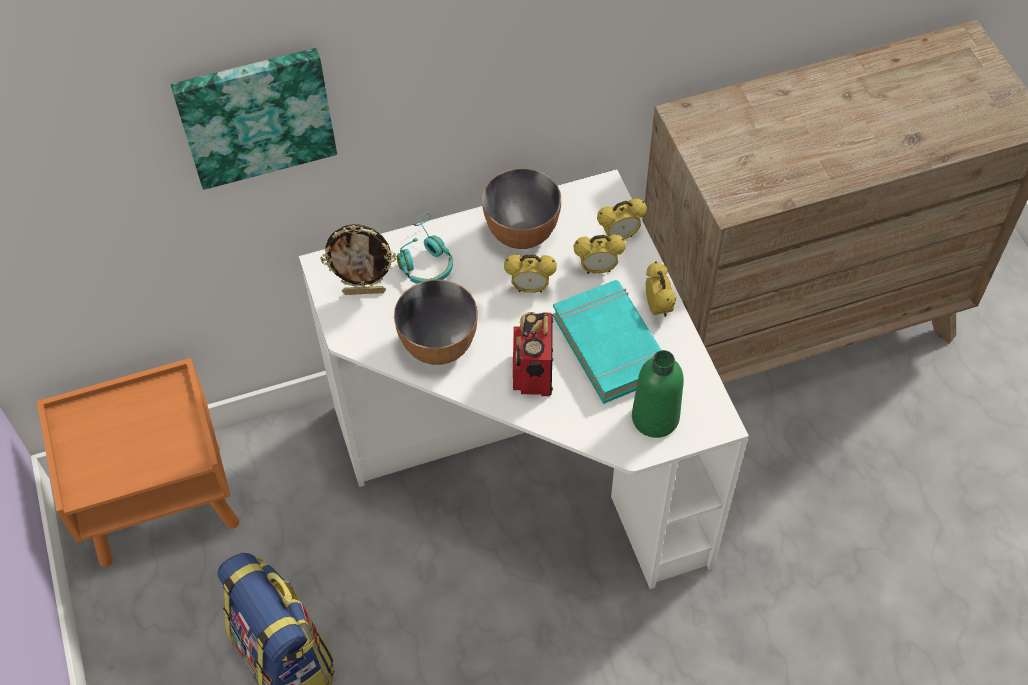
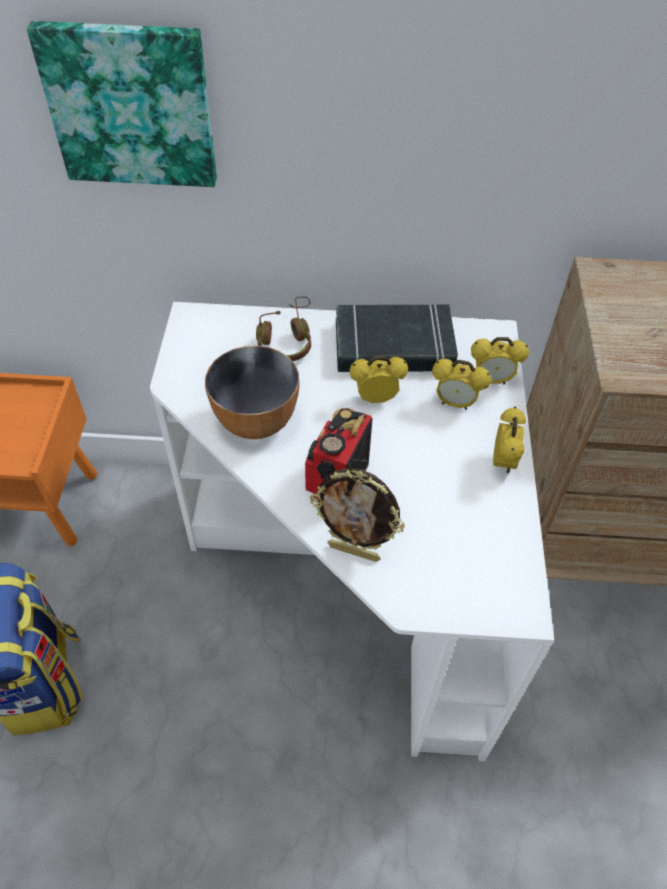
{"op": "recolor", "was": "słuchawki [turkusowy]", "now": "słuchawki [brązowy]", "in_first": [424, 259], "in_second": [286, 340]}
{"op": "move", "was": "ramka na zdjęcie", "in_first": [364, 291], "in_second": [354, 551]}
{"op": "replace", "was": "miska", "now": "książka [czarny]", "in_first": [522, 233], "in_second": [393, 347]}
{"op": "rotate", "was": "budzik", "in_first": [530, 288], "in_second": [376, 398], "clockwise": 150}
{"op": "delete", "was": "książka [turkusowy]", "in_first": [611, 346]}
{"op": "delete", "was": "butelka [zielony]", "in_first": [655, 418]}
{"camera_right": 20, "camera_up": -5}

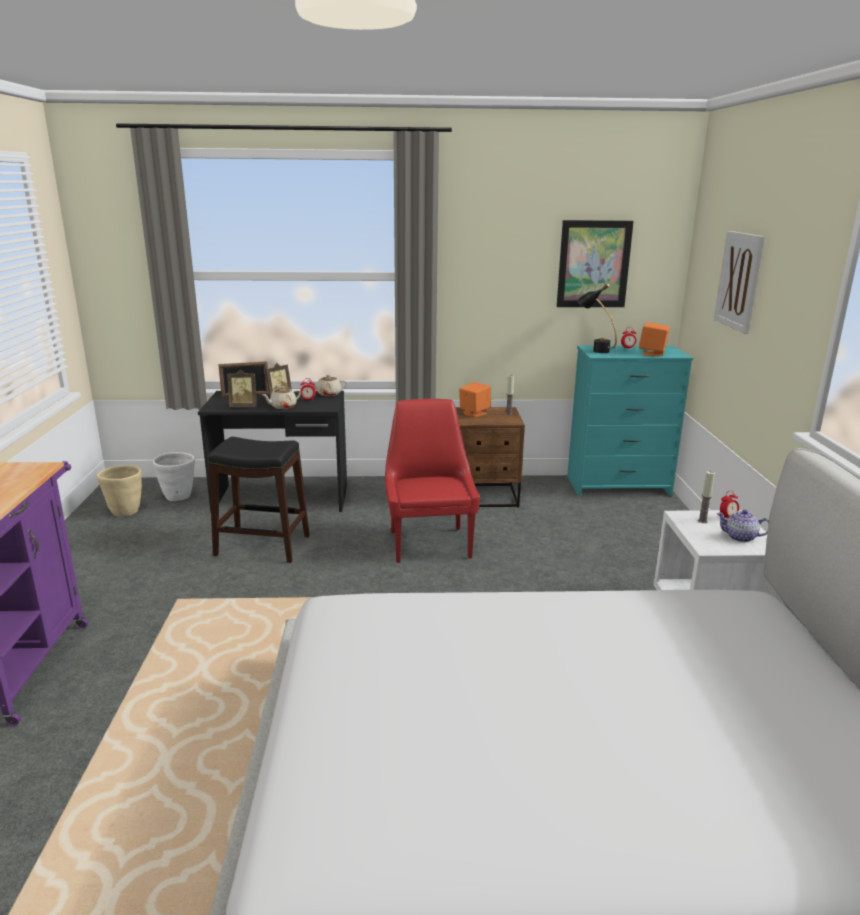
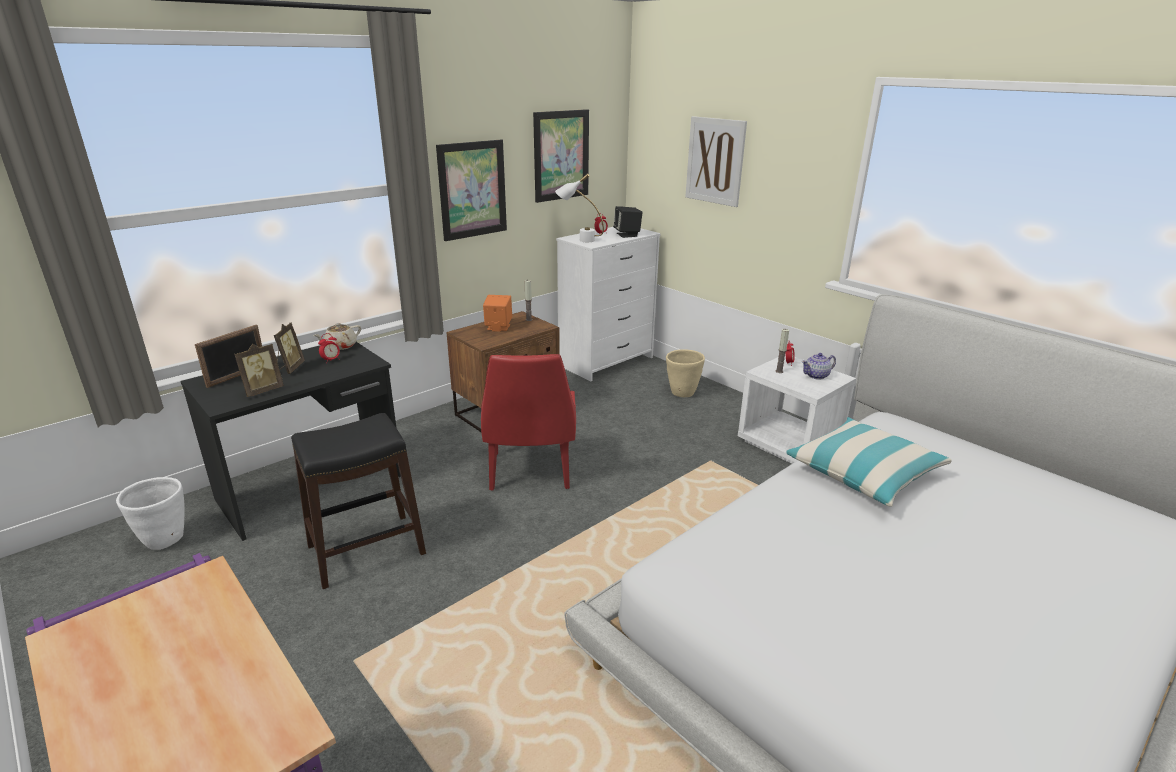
{"op": "insert", "now": "obraz", "in_second": [472, 189]}
{"op": "rotate", "was": "krzesło [czerwony]", "in_first": [429, 543], "in_second": [530, 472], "clockwise": -135}
{"op": "recolor", "was": "lampa stołowa [czarny]", "now": "lampa stołowa [biały]", "in_first": [595, 350], "in_second": [579, 240]}
{"op": "recolor", "was": "komoda [turkusowy]", "now": "komoda [biały]", "in_first": [618, 486], "in_second": [606, 362]}
{"op": "recolor", "was": "głośnik [pomarańczowy]", "now": "głośnik [czarny]", "in_first": [652, 353], "in_second": [627, 235]}
{"op": "move", "was": "donica [beżowy]", "in_first": [125, 512], "in_second": [682, 393]}
{"op": "insert", "now": "poduszka", "in_second": [863, 473]}
{"op": "delete", "was": "imbryk [beżowy]", "in_first": [282, 406]}
{"camera_right": -40, "camera_up": 5}

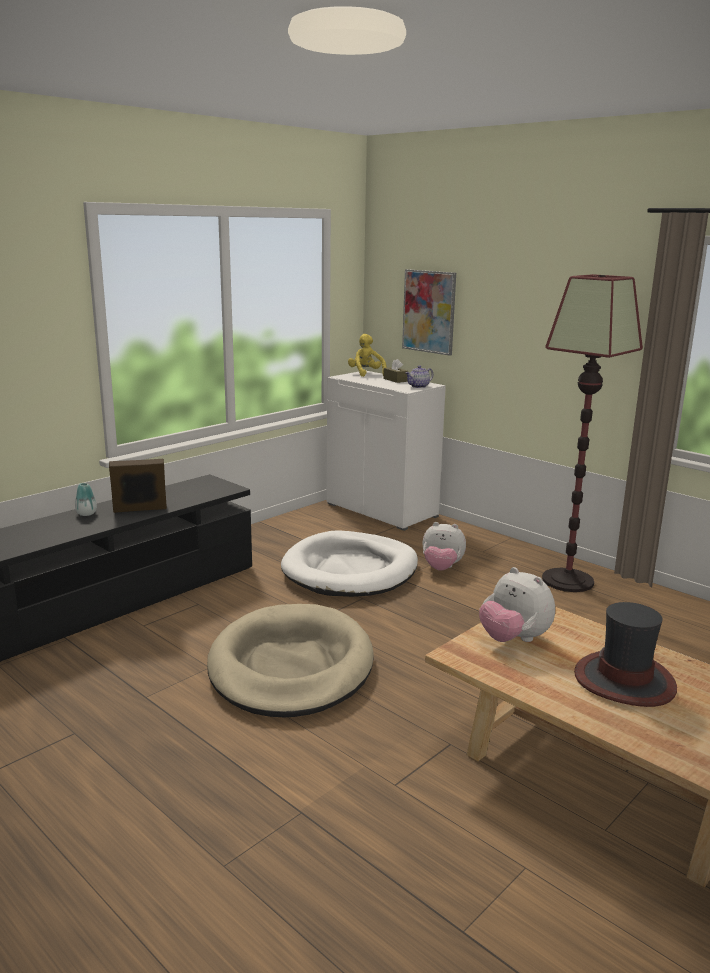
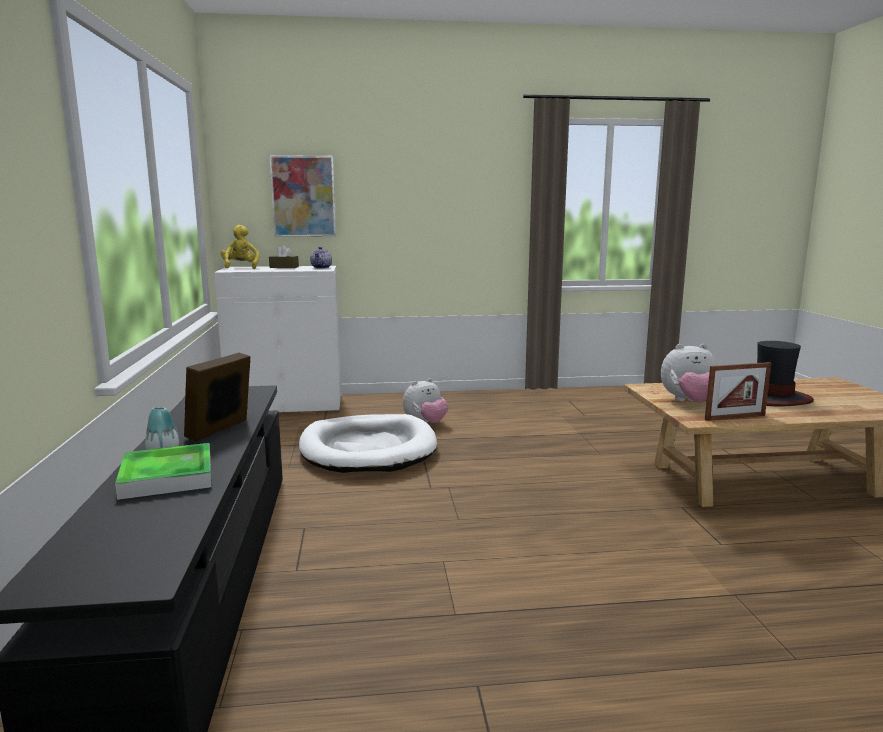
{"op": "insert", "now": "taca", "in_second": [167, 476]}
{"op": "rotate", "was": "pluszak [żółty]", "in_first": [366, 374], "in_second": [241, 267], "clockwise": 60}
{"op": "insert", "now": "ramka na zdjęcie", "in_second": [735, 417]}
{"op": "delete", "was": "legowisko [beżowy]", "in_first": [291, 666]}
{"op": "delete", "was": "lampa stojąca", "in_first": [568, 580]}
{"camera_right": -50, "camera_up": -5}

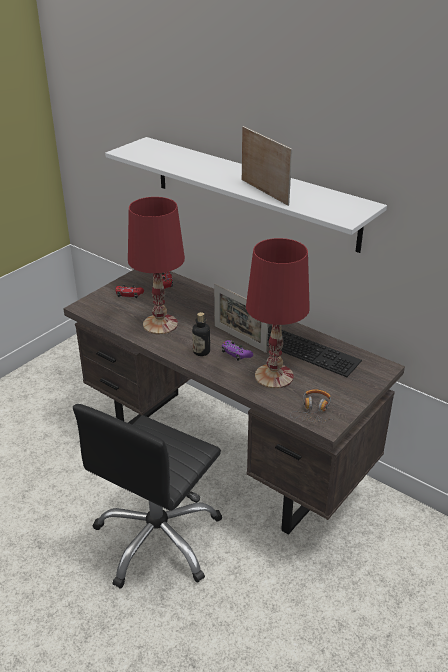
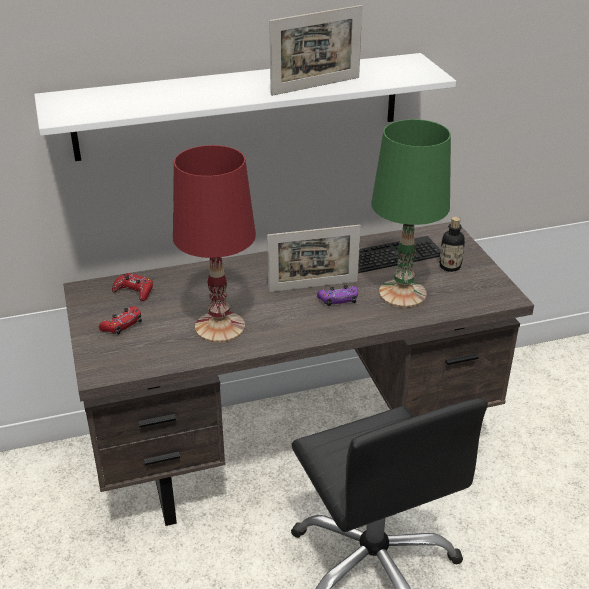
{"op": "rotate", "was": "ramka na zdjęcie", "in_first": [264, 192], "in_second": [315, 86], "clockwise": 150}
{"op": "recolor", "was": "lampa stołowa [czerwony]", "now": "lampa stołowa [zielony]", "in_first": [274, 376], "in_second": [403, 293]}
{"op": "move", "was": "butelka", "in_first": [201, 351], "in_second": [450, 266]}
{"op": "delete", "was": "słuchawki", "in_first": [313, 411]}
{"camera_right": -55, "camera_up": 0}

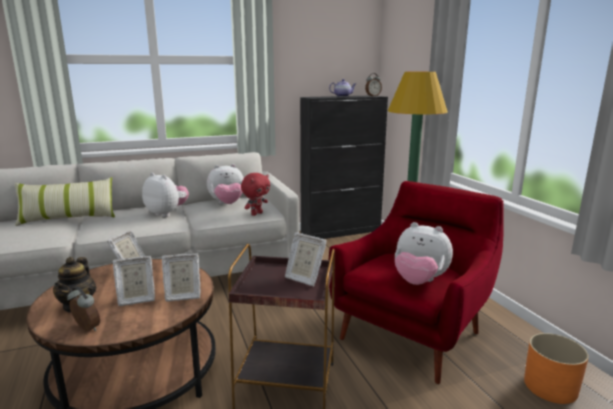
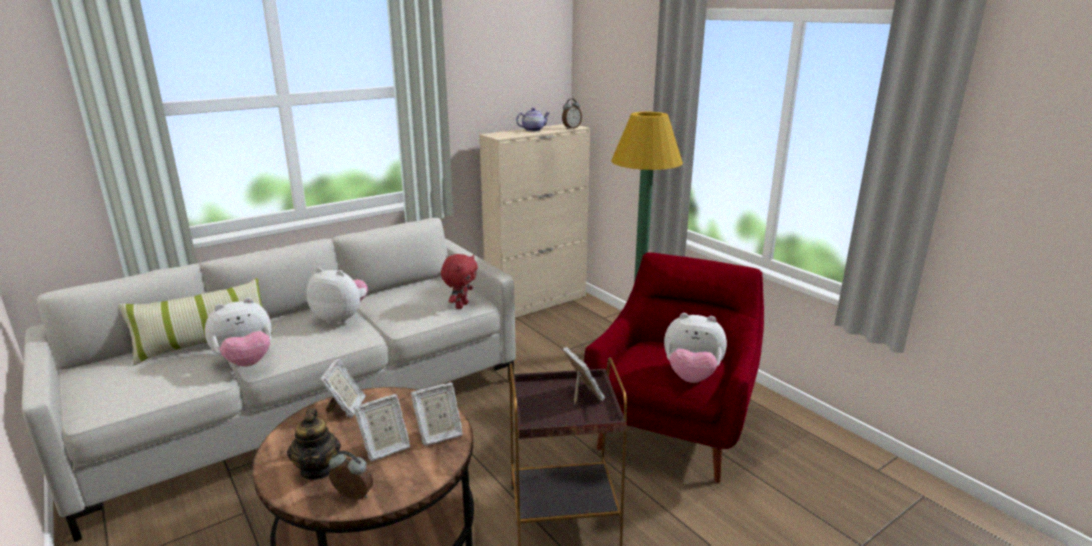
{"op": "move", "was": "pluszak", "in_first": [227, 204], "in_second": [246, 362]}
{"op": "recolor", "was": "szafka [czarny]", "now": "szafka [beżowy]", "in_first": [341, 231], "in_second": [537, 302]}
{"op": "rotate", "was": "ramka na zdjęcie", "in_first": [304, 278], "in_second": [583, 395], "clockwise": -135}
{"op": "delete", "was": "donica [pomarańczowy]", "in_first": [550, 386]}
{"camera_right": -15, "camera_up": 5}

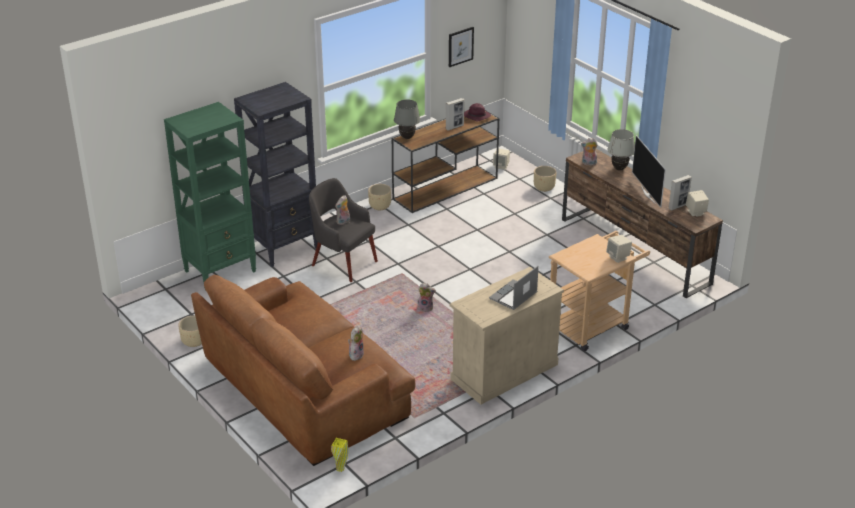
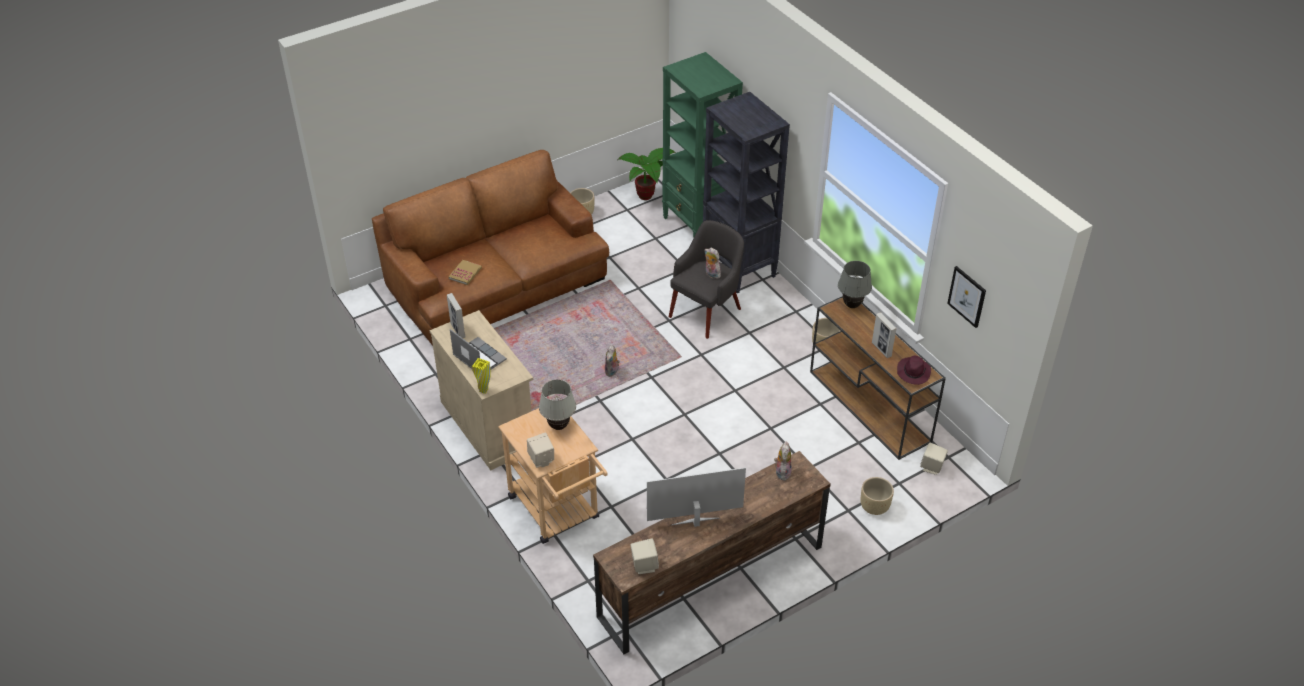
{"op": "move", "was": "ramka na zdjęcie", "in_first": [678, 206], "in_second": [458, 330]}
{"op": "replace", "was": "pluszak", "now": "książka", "in_first": [356, 354], "in_second": [465, 273]}
{"op": "move", "was": "wazon [żółty]", "in_first": [340, 469], "in_second": [483, 390]}
{"op": "move", "was": "lampa stołowa [biały]", "in_first": [619, 168], "in_second": [559, 426]}
{"op": "insert", "now": "roślina doniczkowa", "in_second": [647, 197]}
{"camera_right": 95, "camera_up": 10}

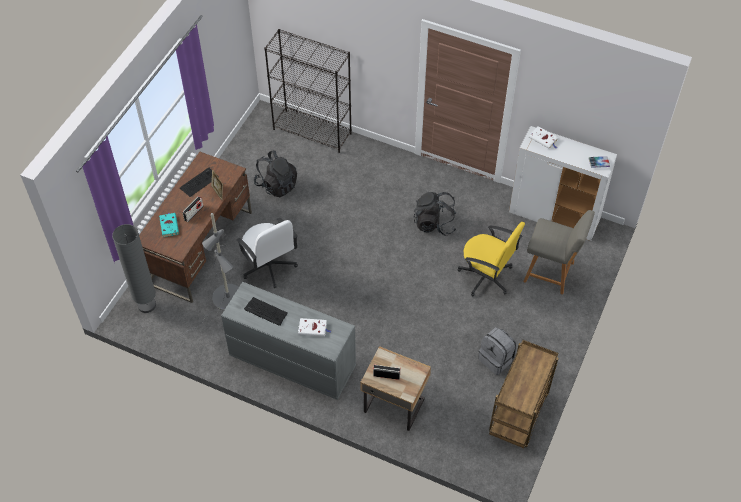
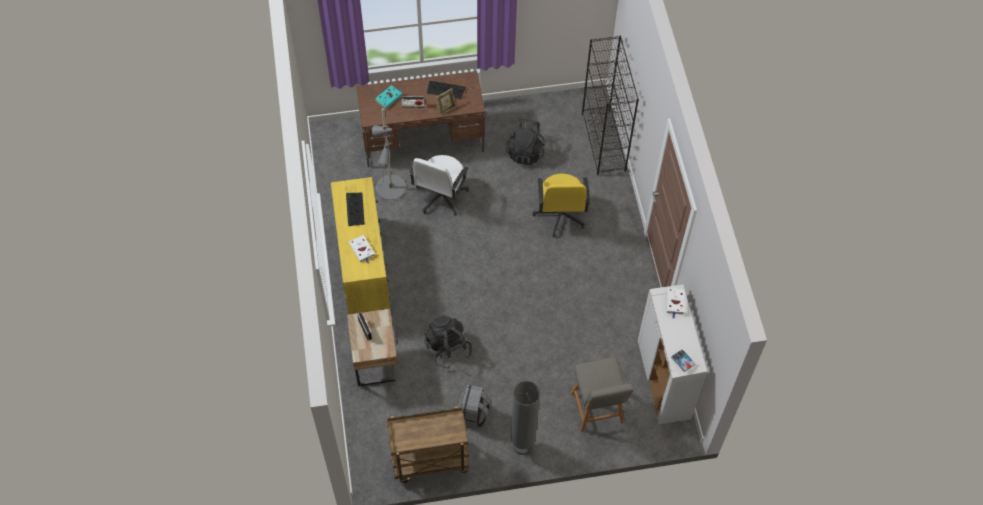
{"op": "recolor", "was": "komoda [szary]", "now": "komoda [żółty]", "in_first": [291, 361], "in_second": [363, 266]}
{"op": "move", "was": "plecak [czarny]", "in_first": [434, 223], "in_second": [448, 348]}
{"op": "move", "was": "lampa stojąca [szary]", "in_first": [147, 305], "in_second": [522, 445]}
{"op": "move", "was": "krzesło biurowe [żółty]", "in_first": [486, 277], "in_second": [560, 215]}
{"camera_right": 55, "camera_up": 5}

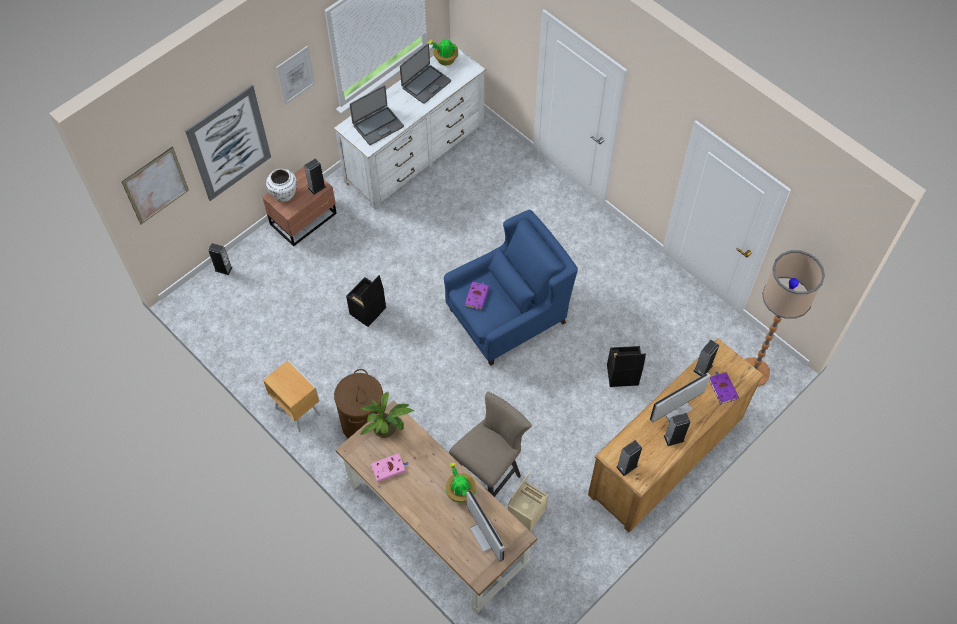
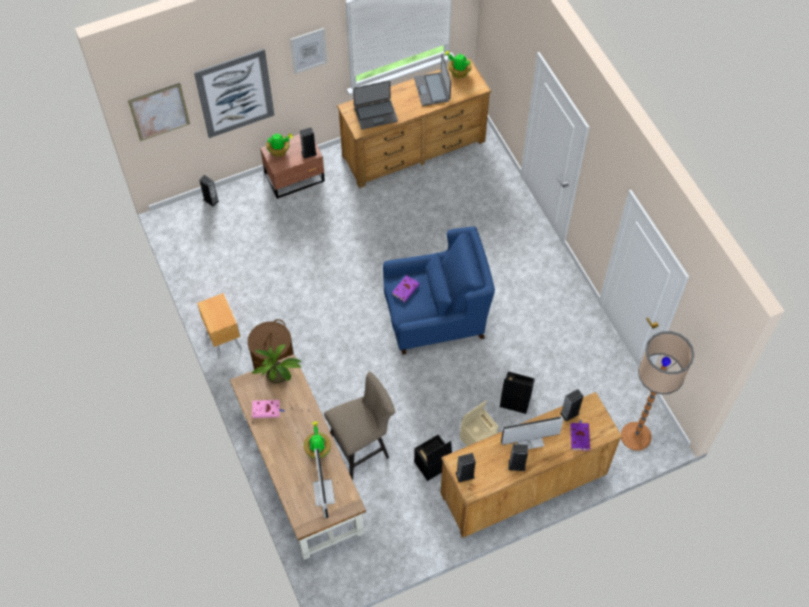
{"op": "replace", "was": "wazon [biały]", "now": "roślina doniczkowa", "in_first": [284, 194], "in_second": [279, 150]}
{"op": "recolor", "was": "komoda [biały]", "now": "komoda [brązowy]", "in_first": [415, 153], "in_second": [414, 148]}
{"op": "rotate", "was": "laptop", "in_first": [426, 84], "in_second": [432, 89], "clockwise": 105}
{"op": "move", "was": "pojemnik do przechowywania [czarny]", "in_first": [367, 311], "in_second": [432, 465]}
{"op": "move", "was": "pojemnik do przechowywania [beżowy]", "in_first": [526, 513], "in_second": [478, 438]}
{"camera_right": 20, "camera_up": 0}

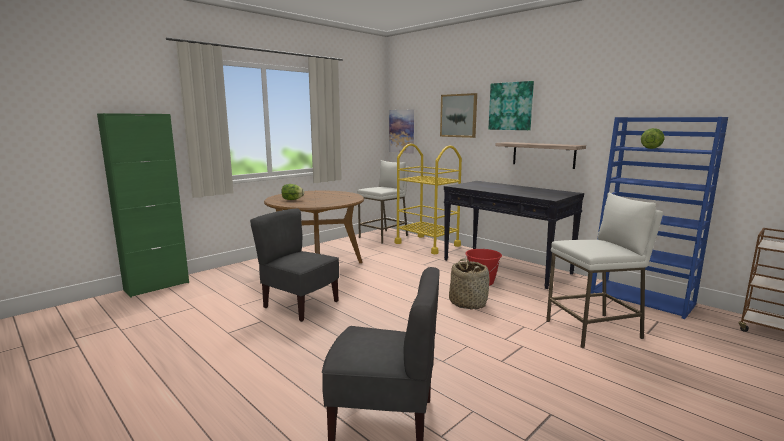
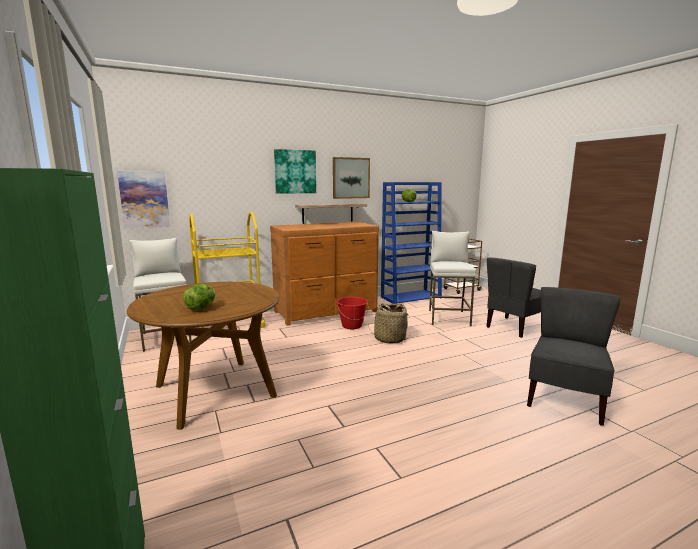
{"op": "replace", "was": "stolik konsolowy [czarny]", "now": "komoda [brązowy]", "in_first": [506, 266], "in_second": [326, 312]}
{"op": "move", "was": "obraz", "in_first": [458, 115], "in_second": [351, 178]}
{"op": "move", "was": "krzesło [szary]", "in_first": [300, 305], "in_second": [514, 327]}
{"camera_right": -70, "camera_up": 0}

